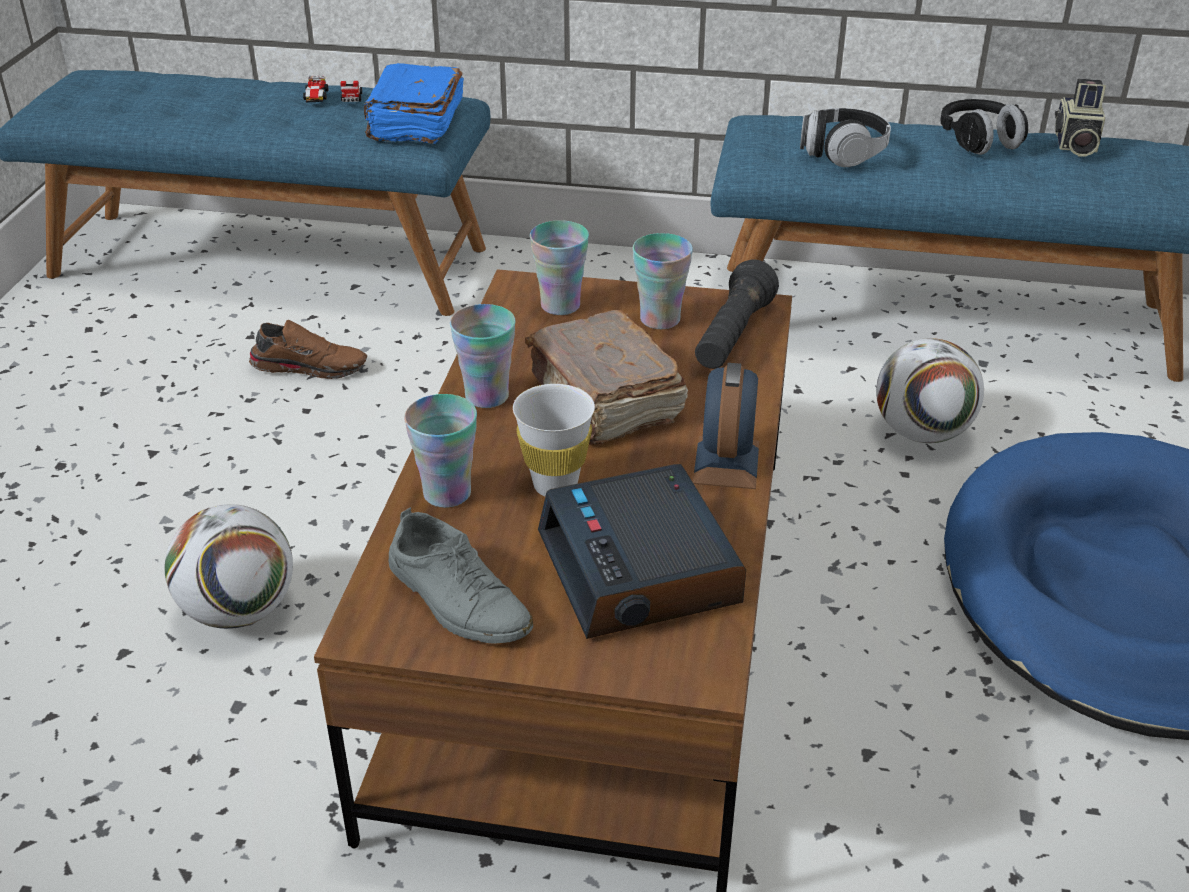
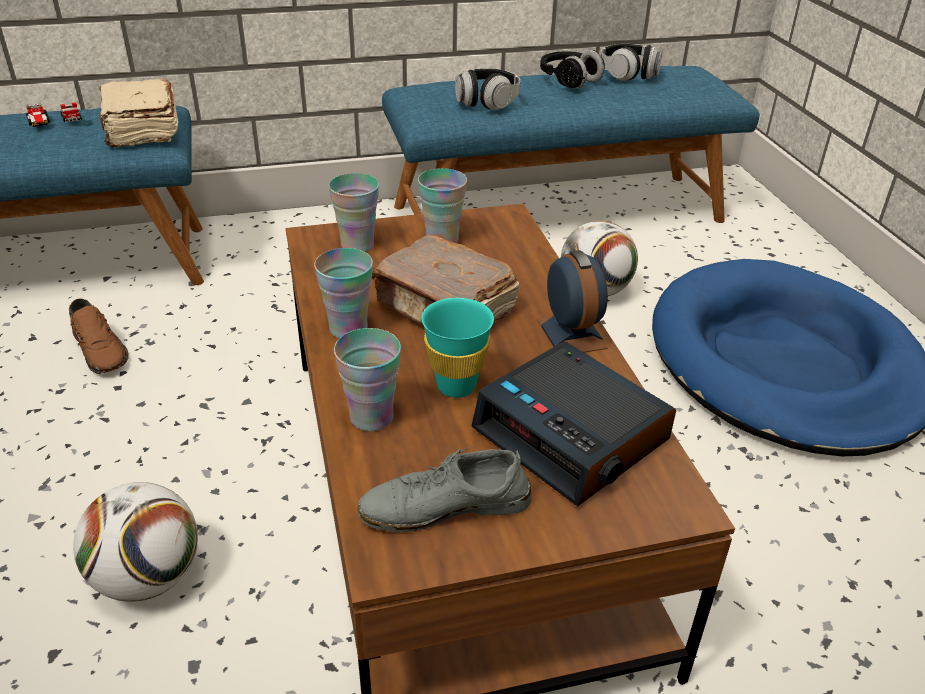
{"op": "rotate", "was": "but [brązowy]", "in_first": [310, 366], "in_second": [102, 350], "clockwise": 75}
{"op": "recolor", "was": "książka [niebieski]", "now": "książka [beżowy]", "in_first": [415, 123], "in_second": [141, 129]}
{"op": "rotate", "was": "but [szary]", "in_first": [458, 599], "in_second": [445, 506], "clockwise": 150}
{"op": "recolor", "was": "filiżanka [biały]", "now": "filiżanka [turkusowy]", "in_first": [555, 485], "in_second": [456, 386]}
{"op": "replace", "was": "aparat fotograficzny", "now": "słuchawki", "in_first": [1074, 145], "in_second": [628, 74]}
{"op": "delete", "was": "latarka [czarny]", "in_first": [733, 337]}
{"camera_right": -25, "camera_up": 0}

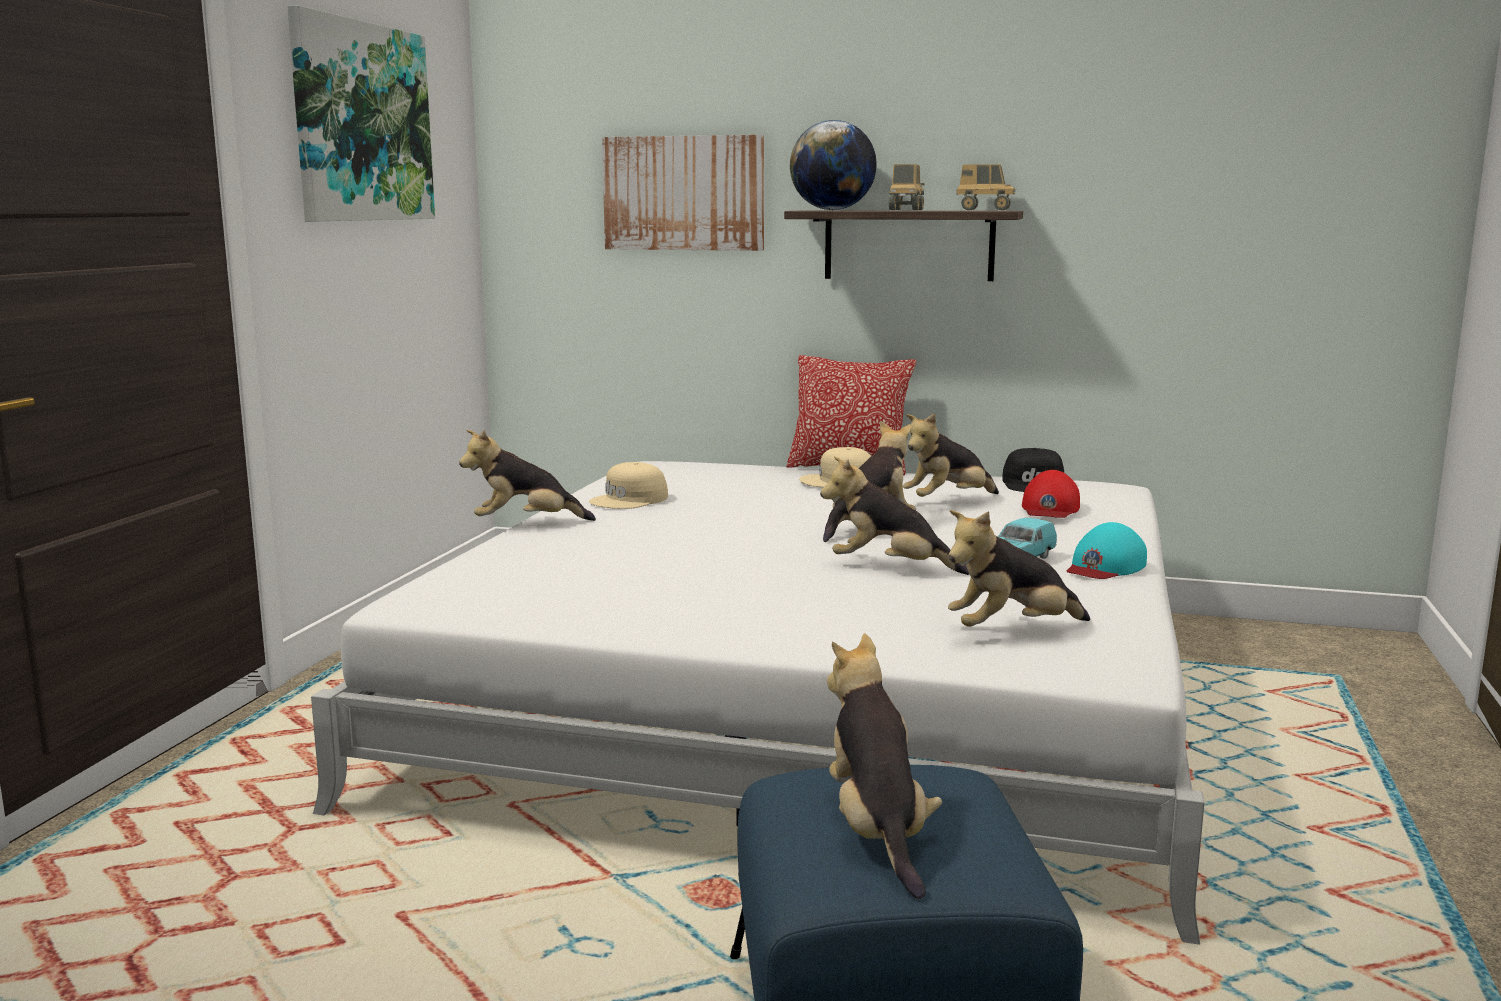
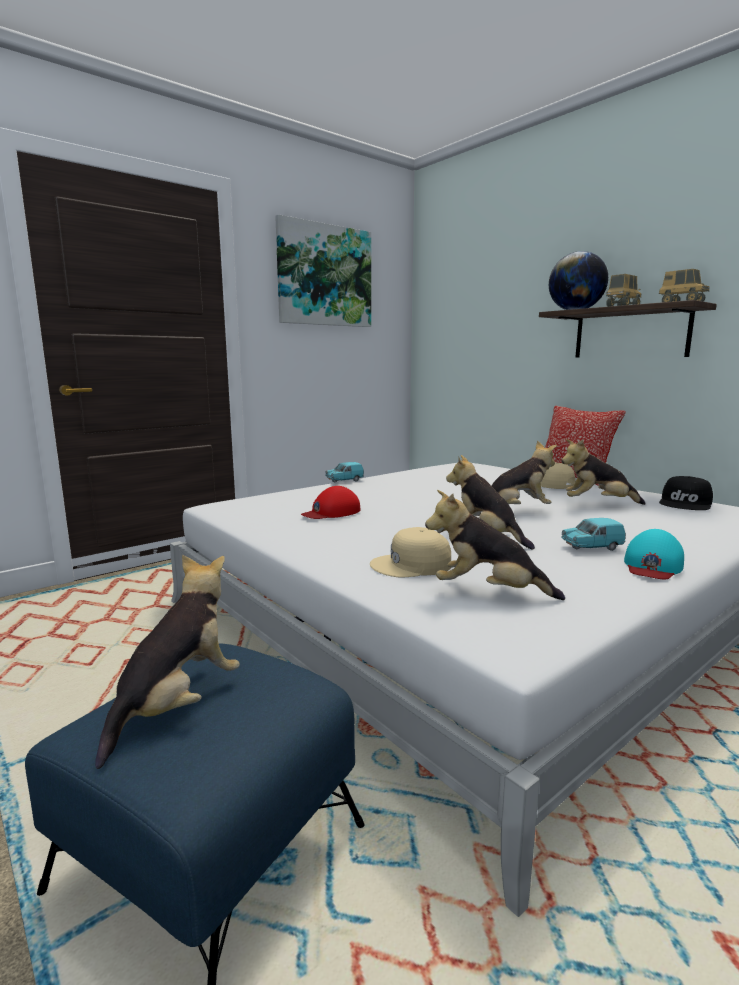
{"op": "move", "was": "czapka z daszkiem [czerwony]", "in_first": [1050, 508], "in_second": [331, 512]}
{"op": "replace", "was": "pluszak", "now": "samochodzik [turkusowy]", "in_first": [526, 524], "in_second": [344, 481]}
{"op": "move", "was": "czapka z daszkiem [beżowy]", "in_first": [630, 500], "in_second": [412, 565]}
{"op": "rotate", "was": "czapka z daszkiem [turkusowy]", "in_first": [1105, 566], "in_second": [652, 565], "clockwise": -45}
{"op": "delete", "was": "obraz", "in_first": [684, 193]}
{"camera_right": 35, "camera_up": 0}

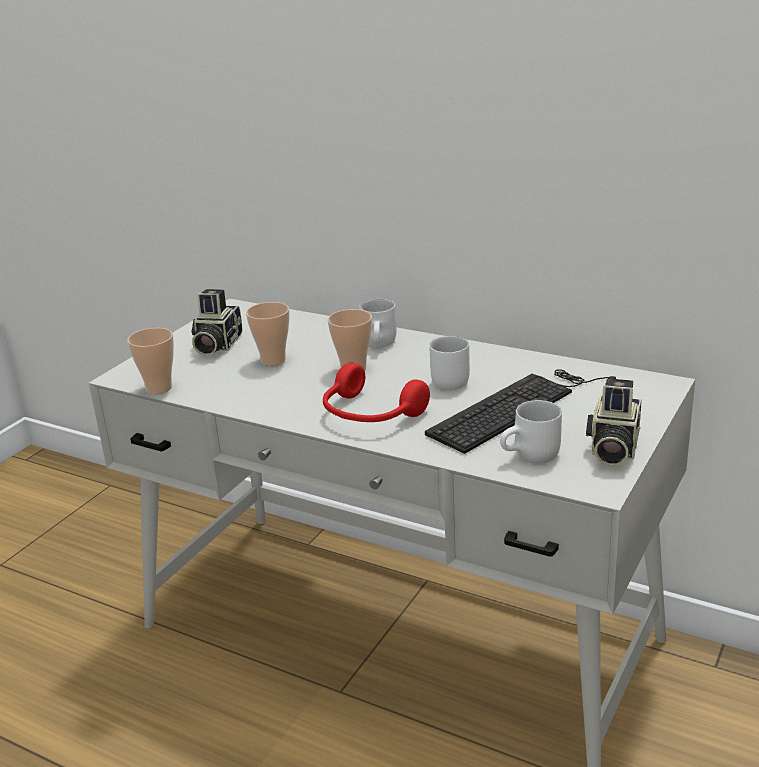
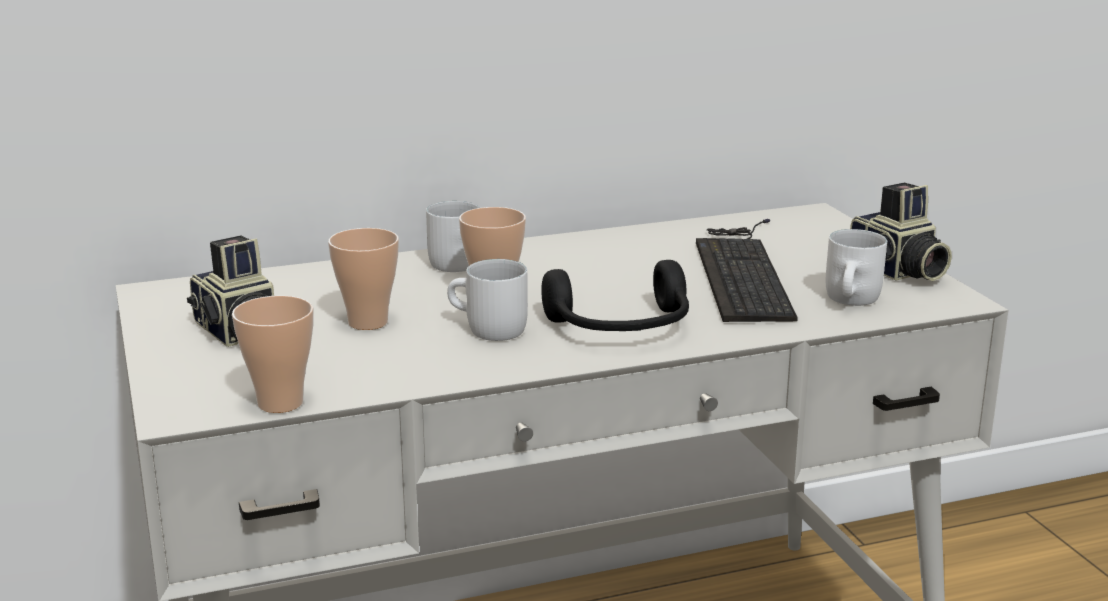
{"op": "move", "was": "kubek [biały]", "in_first": [445, 380], "in_second": [486, 331]}
{"op": "recolor", "was": "słuchawki [czerwony]", "now": "słuchawki [czarny]", "in_first": [369, 414], "in_second": [621, 327]}
{"camera_right": -50, "camera_up": -5}

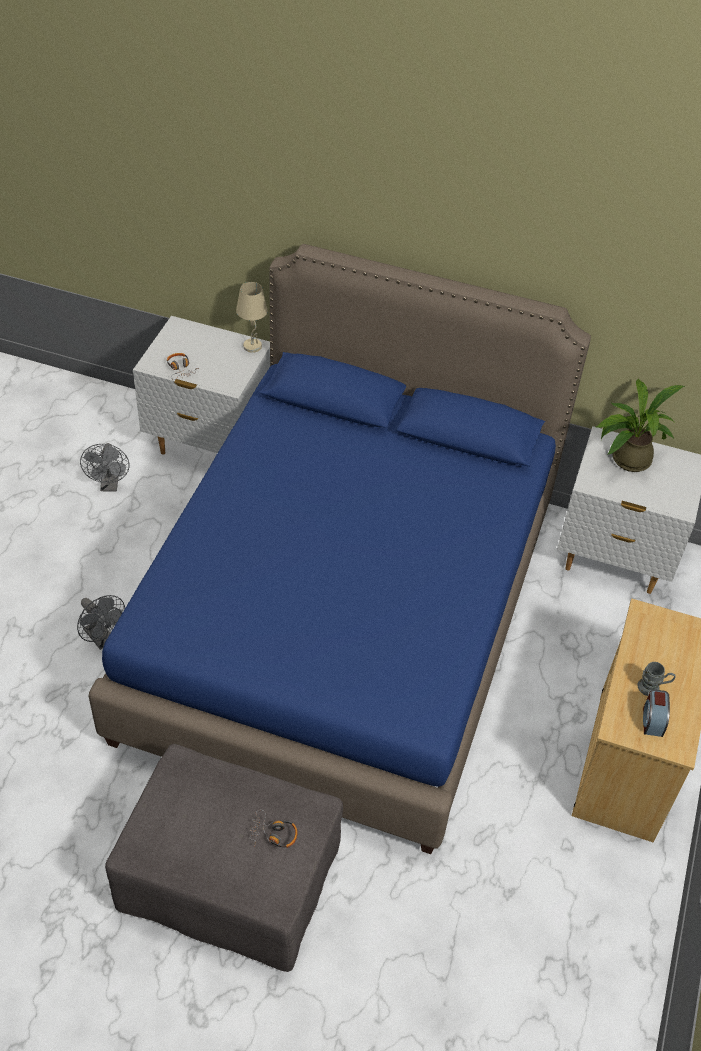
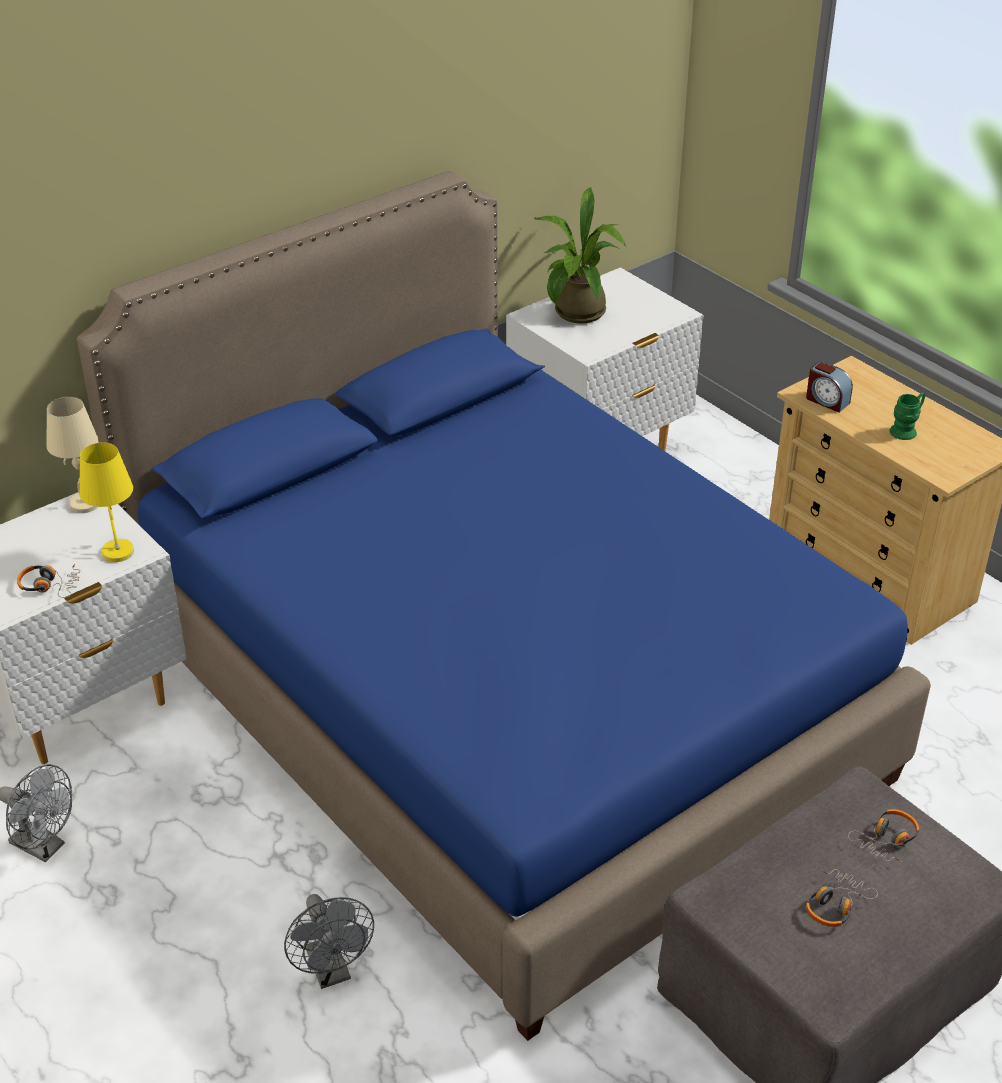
{"op": "insert", "now": "lampa stołowa [żółty]", "in_second": [117, 551]}
{"op": "rotate", "was": "wentylator [szary]", "in_first": [103, 639], "in_second": [331, 972], "clockwise": 75}
{"op": "move", "was": "budzik", "in_first": [652, 720], "in_second": [826, 400]}
{"op": "insert", "now": "słuchawki", "in_second": [835, 904]}
{"op": "recolor", "was": "kubek [szary]", "now": "kubek [zielony]", "in_first": [653, 688], "in_second": [906, 430]}
{"camera_right": -55, "camera_up": -10}

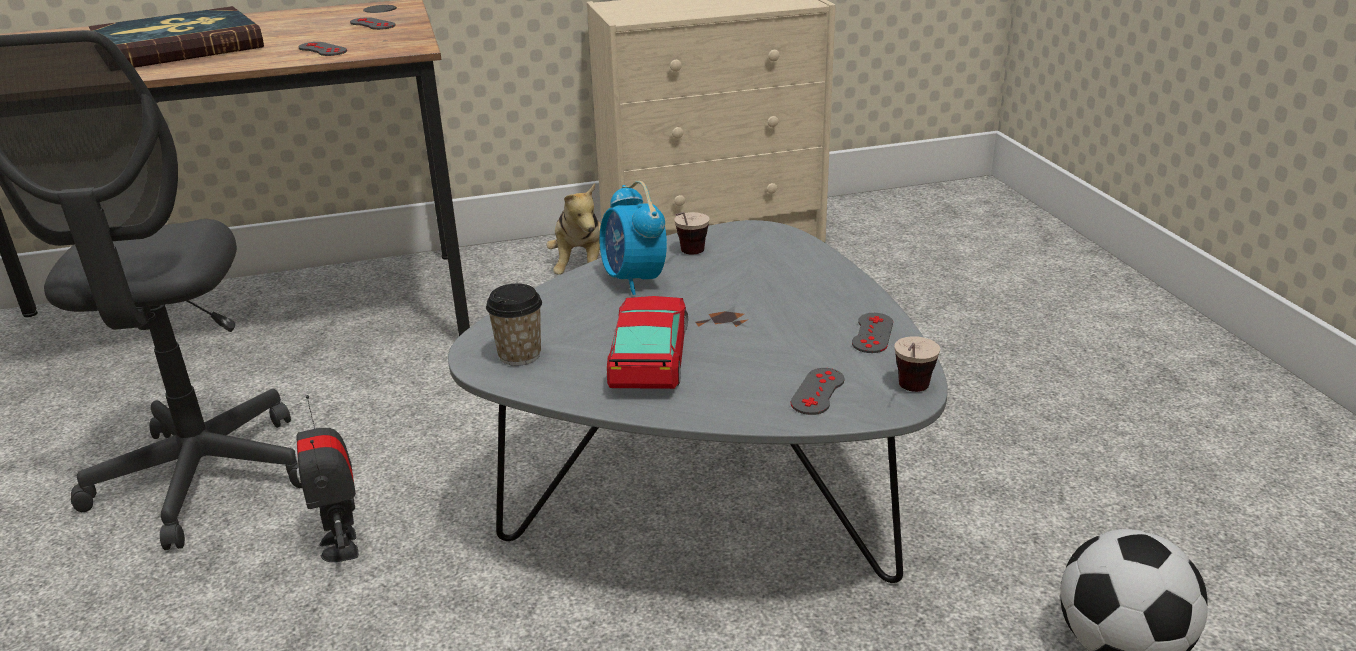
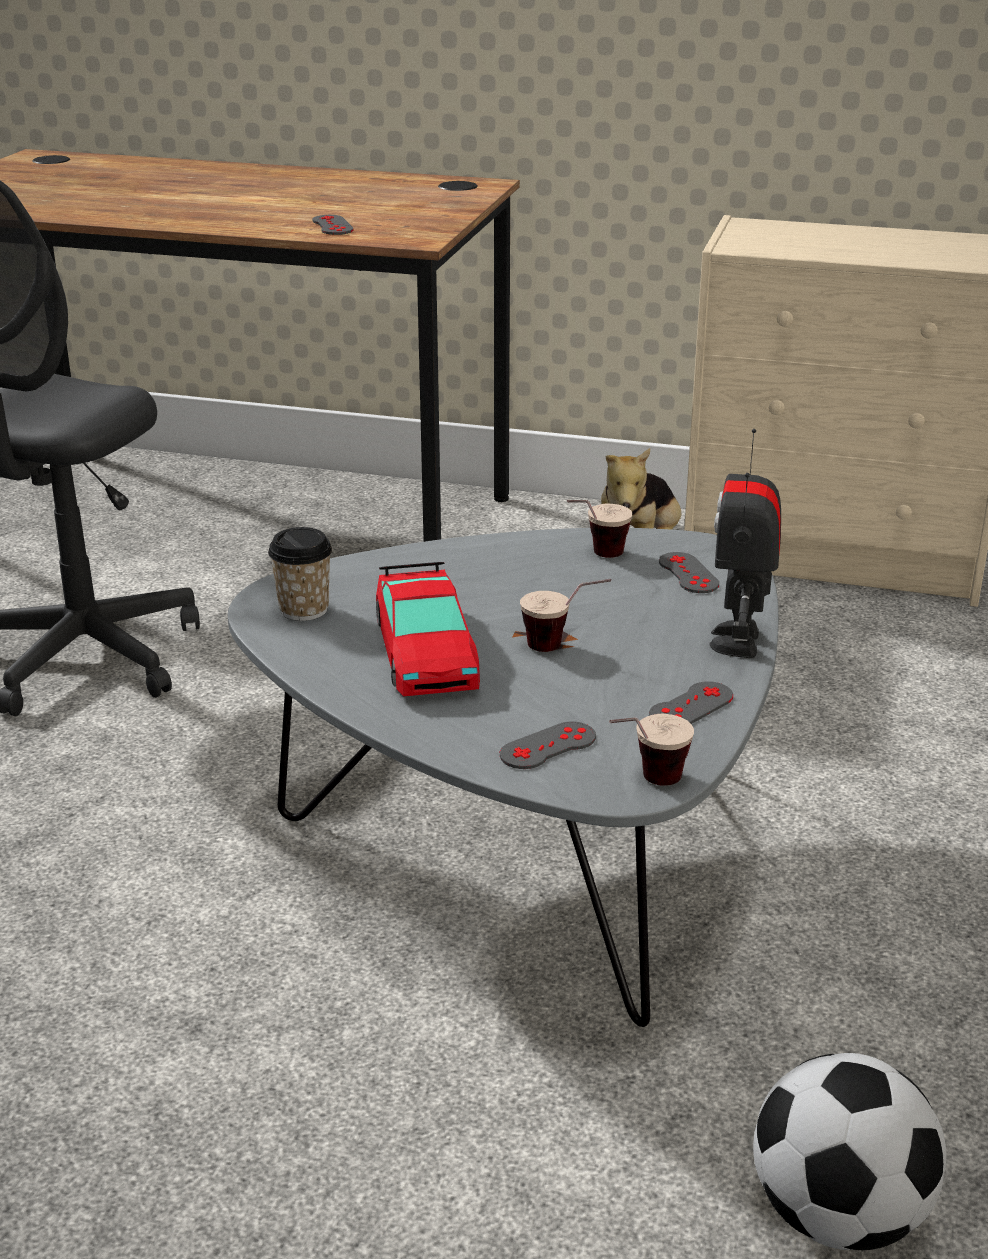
{"op": "rotate", "was": "samochodzik", "in_first": [650, 356], "in_second": [424, 651], "clockwise": 135}
{"op": "insert", "now": "filiżanka", "in_second": [564, 647]}
{"op": "move", "was": "pad do gier [szary]", "in_first": [372, 24], "in_second": [688, 573]}
{"op": "move", "was": "robot zabawkowy", "in_first": [342, 545], "in_second": [738, 641]}
{"op": "delete", "was": "książka", "in_first": [178, 47]}
{"op": "delete", "was": "budzik", "in_first": [634, 280]}
{"camera_right": 30, "camera_up": 0}

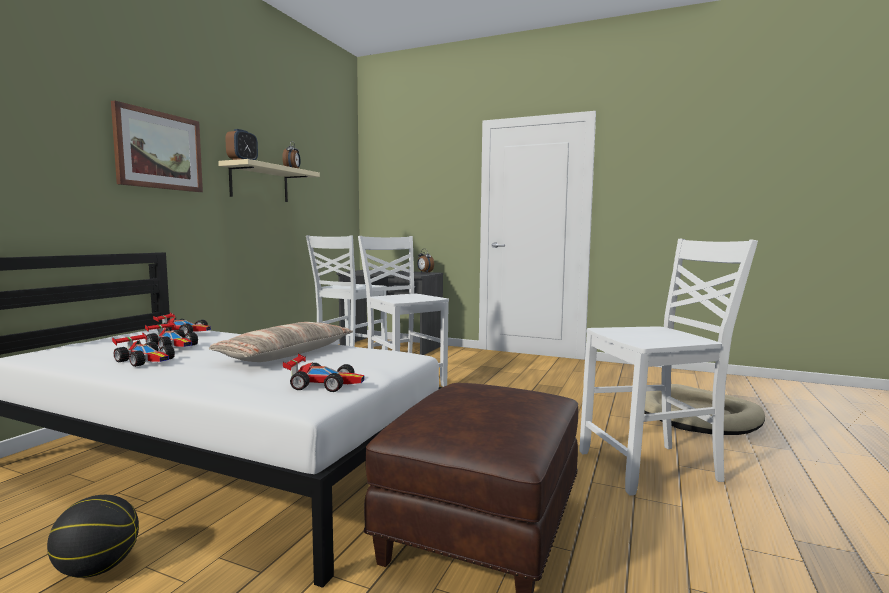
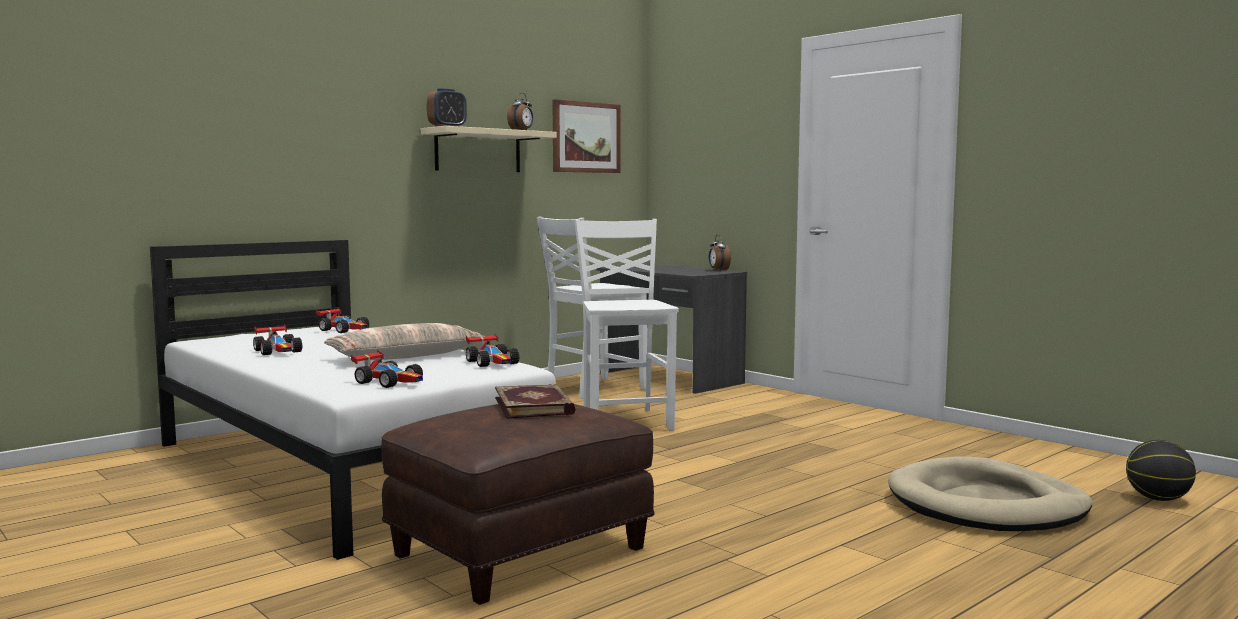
{"op": "move", "was": "samochodzik", "in_first": [173, 345], "in_second": [493, 362]}
{"op": "insert", "now": "książka", "in_second": [535, 406]}
{"op": "move", "was": "obraz", "in_first": [159, 150], "in_second": [586, 137]}
{"op": "move", "was": "piłka do koszykówki", "in_first": [97, 569], "in_second": [1157, 499]}
{"op": "delete", "was": "krzesło [biały]", "in_first": [652, 467]}
{"camera_right": 25, "camera_up": 0}

